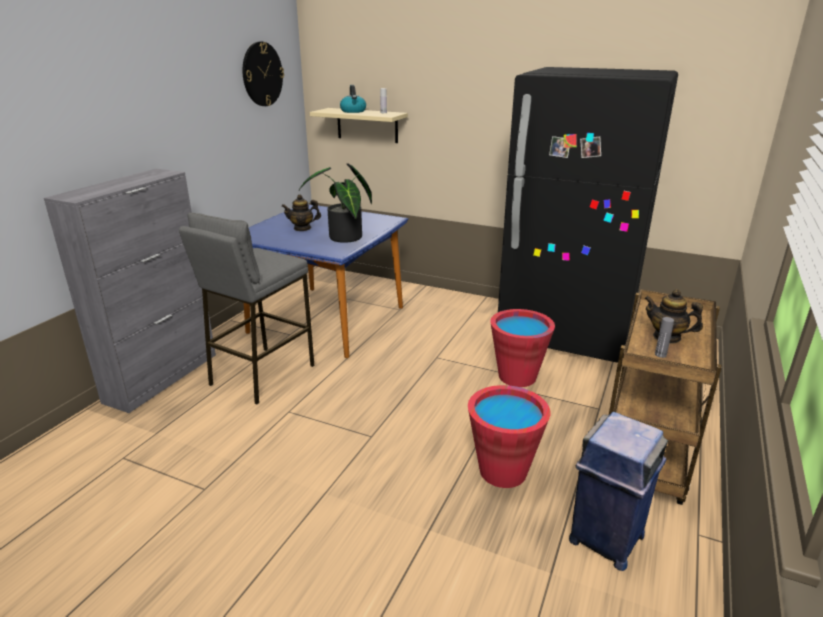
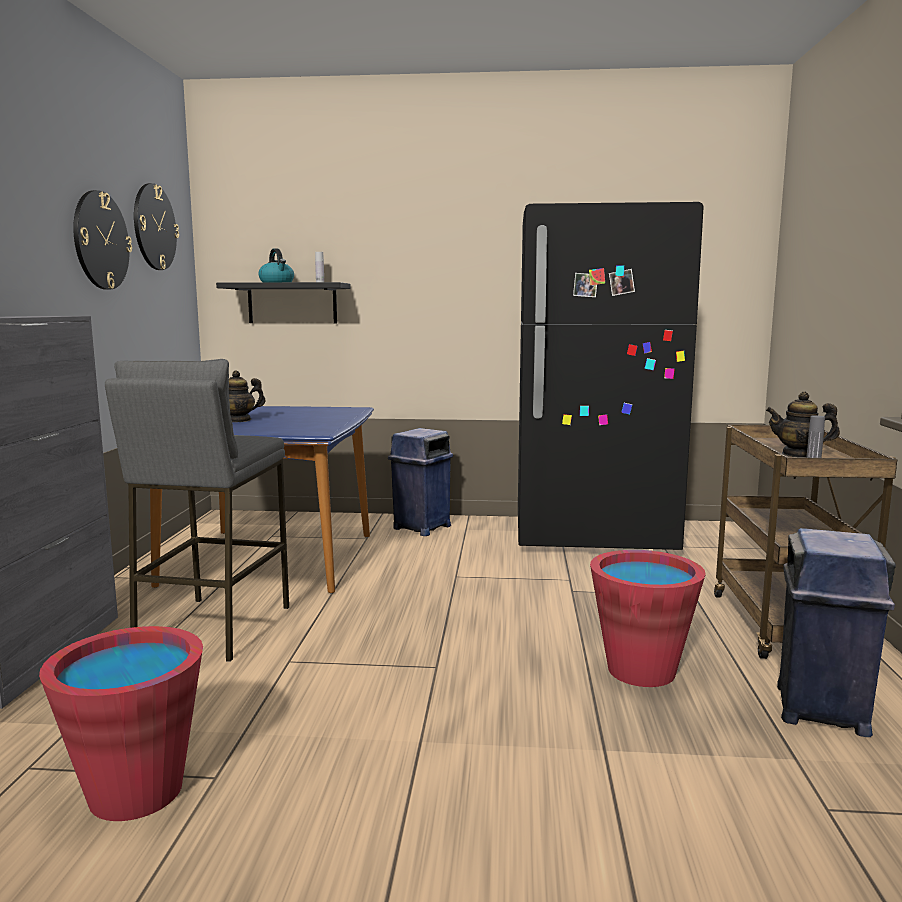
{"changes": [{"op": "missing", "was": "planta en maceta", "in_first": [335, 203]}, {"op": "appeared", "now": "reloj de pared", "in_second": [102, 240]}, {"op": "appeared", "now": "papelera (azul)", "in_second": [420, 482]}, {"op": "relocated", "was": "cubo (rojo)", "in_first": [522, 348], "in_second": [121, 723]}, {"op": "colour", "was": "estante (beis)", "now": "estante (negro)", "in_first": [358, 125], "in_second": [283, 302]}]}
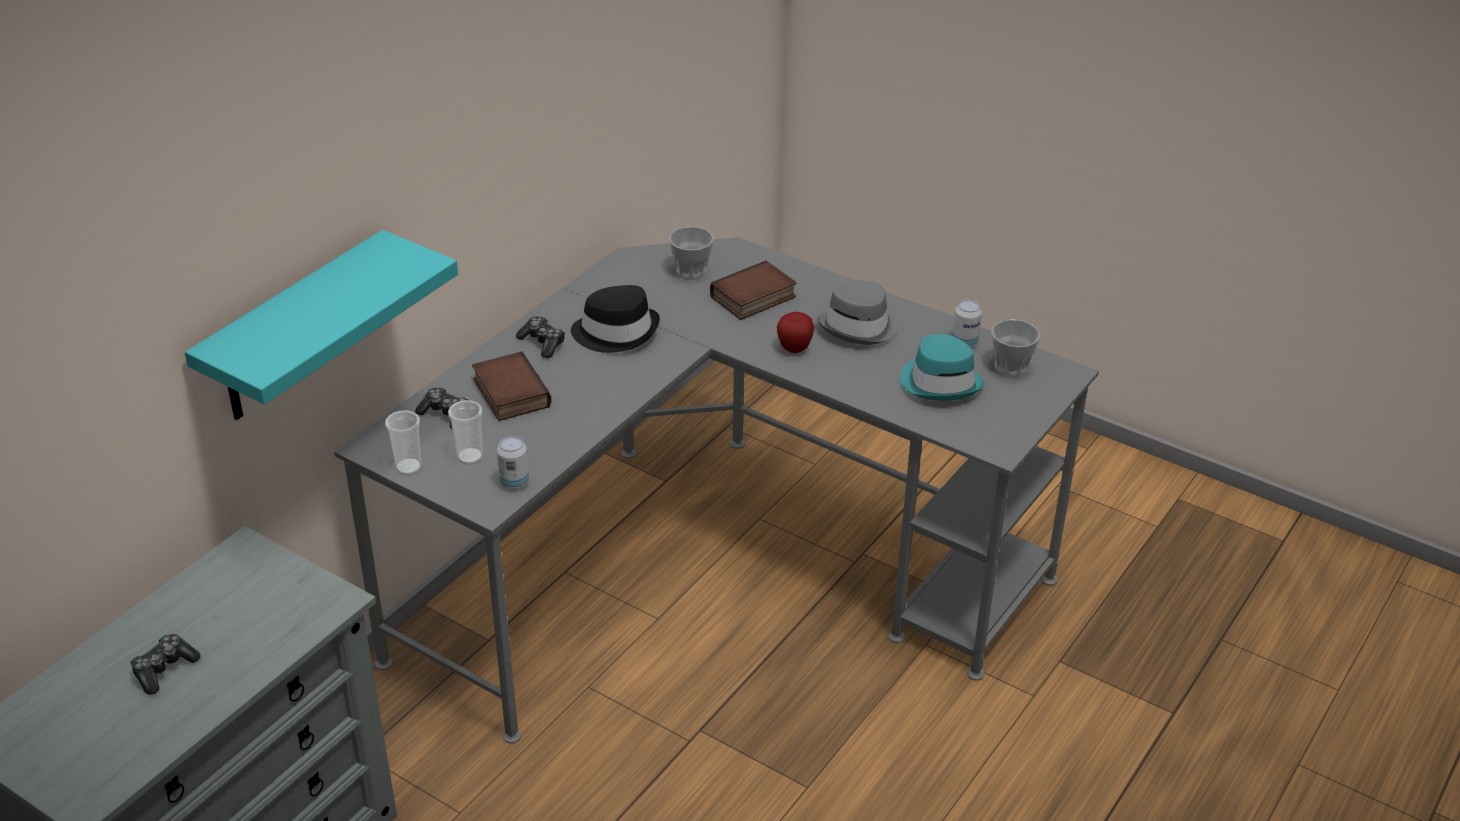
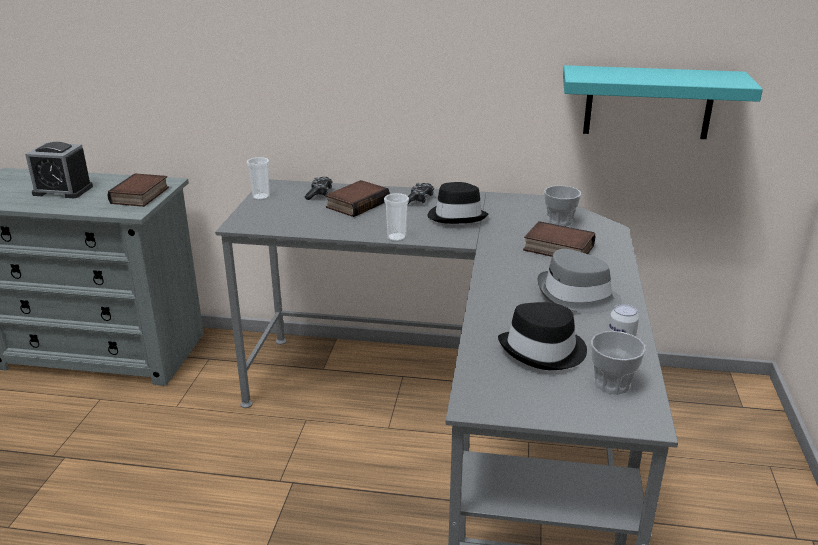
{"changes": [{"op": "missing", "was": "lata", "in_first": [513, 462]}, {"op": "missing", "was": "manzana", "in_first": [795, 332]}, {"op": "appeared", "now": "libro", "in_second": [138, 190]}, {"op": "relocated", "was": "estante (turquesa)", "in_first": [321, 325], "in_second": [663, 102]}, {"op": "relocated", "was": "taza", "in_first": [465, 432], "in_second": [396, 217]}, {"op": "exchanged", "was": "mando de consola", "now": "despertador", "in_first": [165, 664], "in_second": [59, 170]}, {"op": "colour", "was": "sombrero (turquesa)", "now": "sombrero (negro)", "in_first": [942, 367], "in_second": [542, 336]}]}
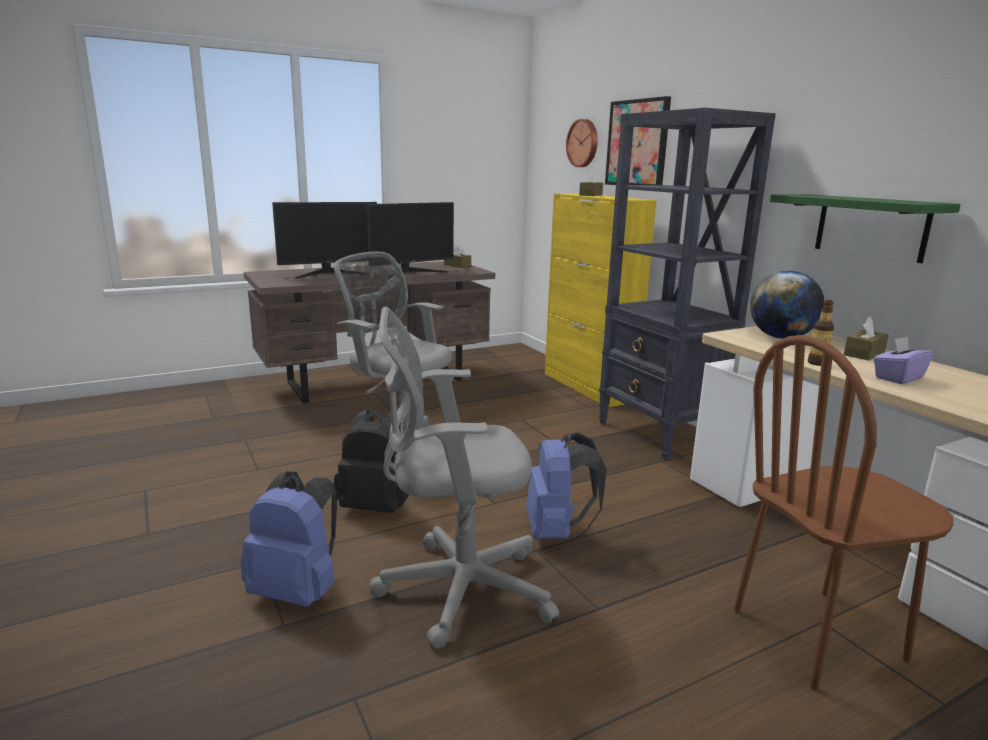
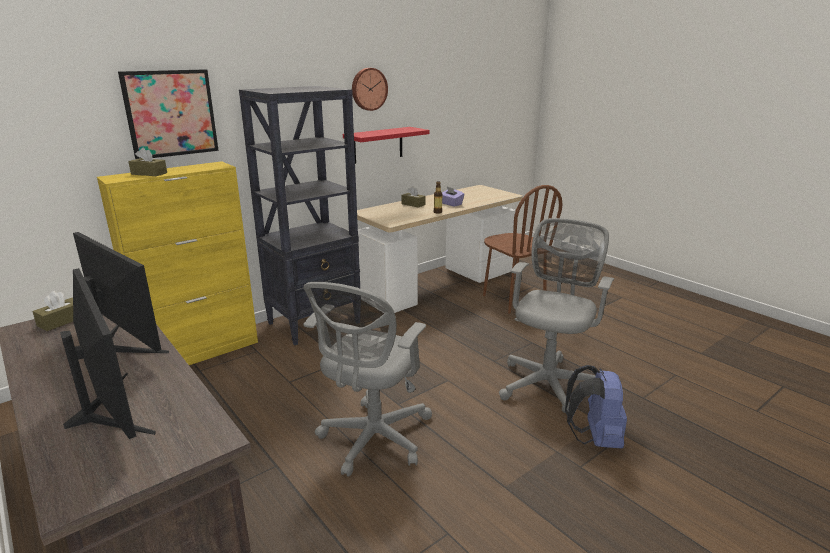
{"changes": [{"op": "missing", "was": "mochila (negro)", "in_first": [371, 461]}, {"op": "missing", "was": "mochila (azul)", "in_first": [566, 485]}, {"op": "missing", "was": "globo terráqueo", "in_first": [787, 305]}, {"op": "relocated", "was": "reloj de pared", "in_first": [582, 143], "in_second": [370, 89]}, {"op": "colour", "was": "estante (verde)", "now": "estante (rojo)", "in_first": [865, 228], "in_second": [386, 145]}, {"op": "spun", "was": "silla de oficina (gris)", "in_first": [464, 477], "in_second": [556, 315], "clockwise": -135}]}
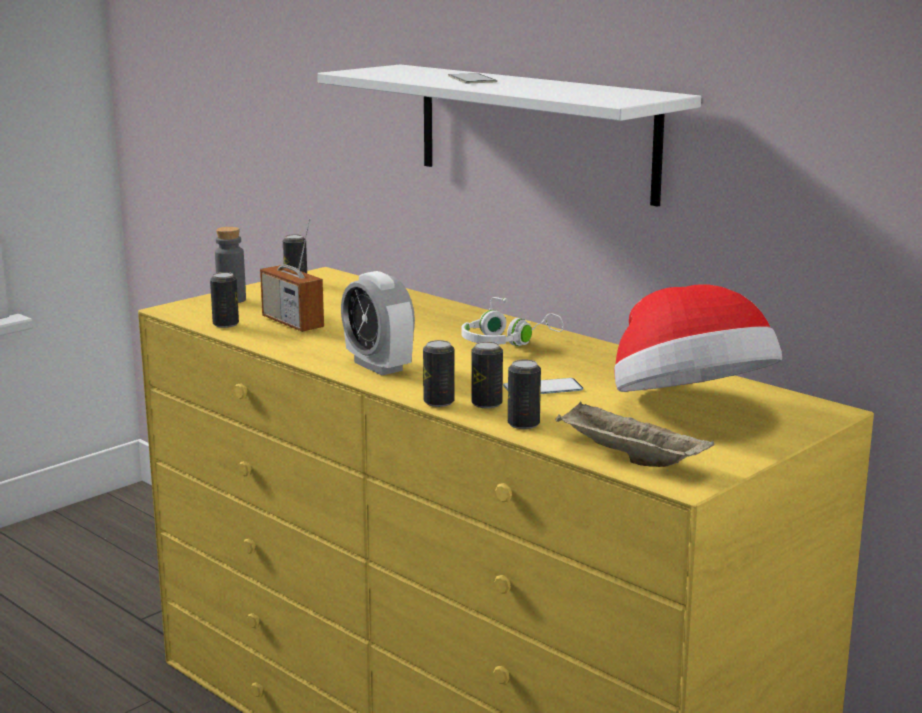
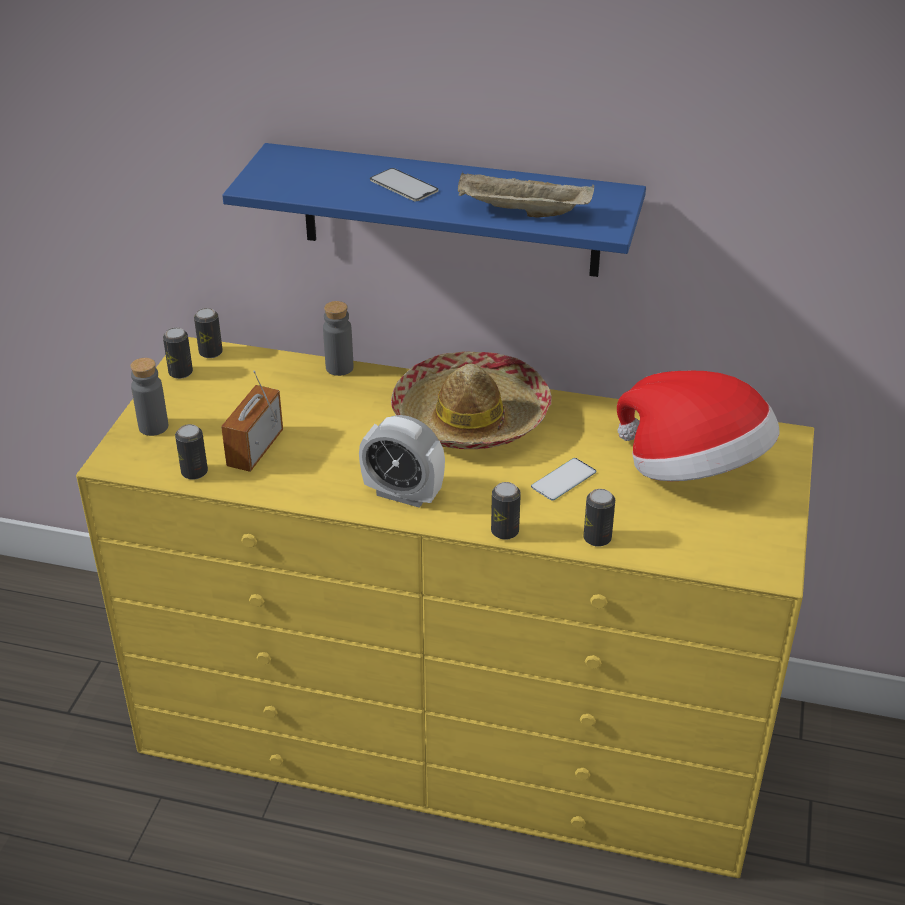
{"changes": [{"op": "appeared", "now": "botella (gris)", "in_second": [338, 338]}, {"op": "relocated", "was": "lata", "in_first": [487, 375], "in_second": [208, 333]}, {"op": "relocated", "was": "bandeja (beis)", "in_first": [634, 434], "in_second": [526, 194]}, {"op": "exchanged", "was": "auriculares (blanco)", "now": "sombrero", "in_first": [512, 321], "in_second": [471, 400]}, {"op": "colour", "was": "estante (blanco)", "now": "estante (azul)", "in_first": [509, 135], "in_second": [434, 210]}, {"op": "spun", "was": "radio", "in_first": [292, 275], "in_second": [252, 421], "clockwise": 90}]}
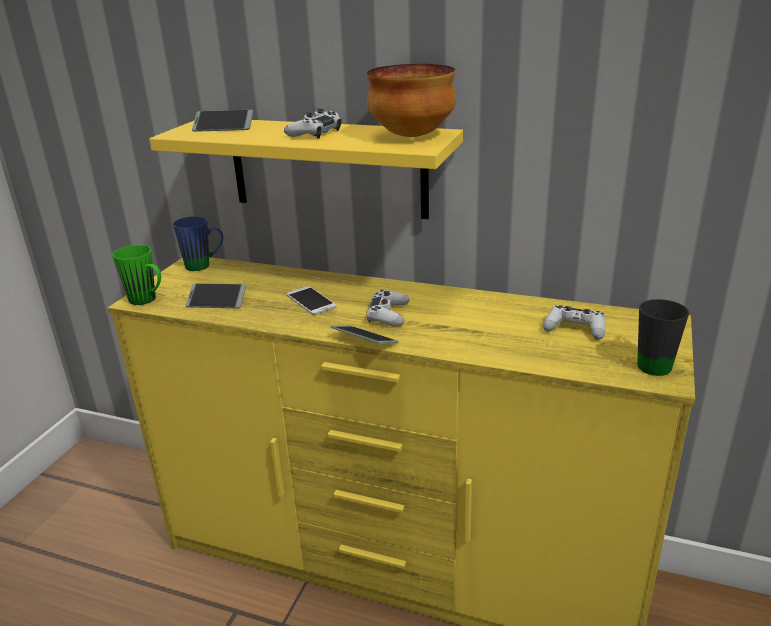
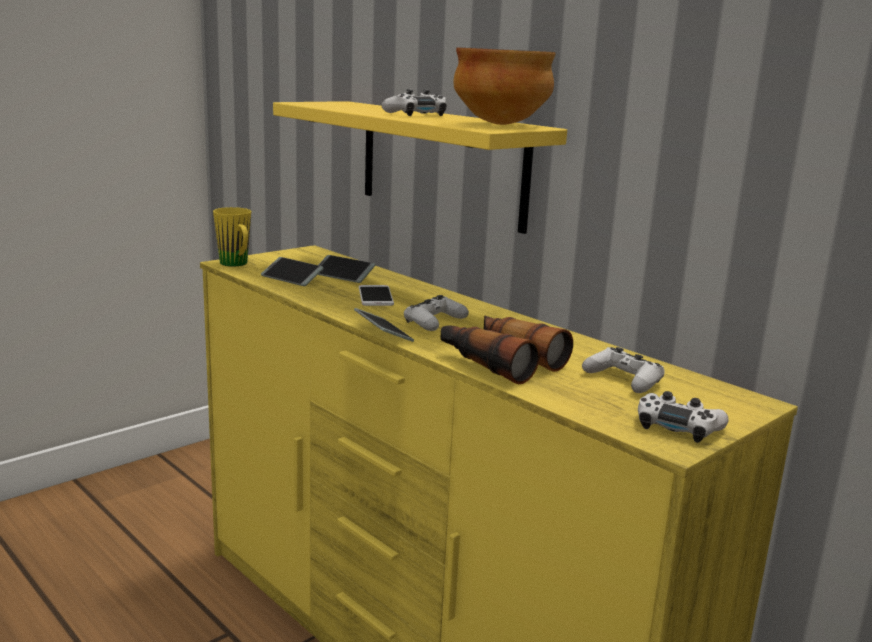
{"changes": [{"op": "missing", "was": "taza grande (azul)", "in_first": [198, 243]}, {"op": "appeared", "now": "prismáticos", "in_second": [506, 350]}, {"op": "relocated", "was": "móvil", "in_first": [222, 121], "in_second": [346, 269]}, {"op": "exchanged", "was": "taza grande (negro)", "now": "mando de consola (blanco)", "in_first": [663, 337], "in_second": [683, 417]}, {"op": "colour", "was": "taza grande (verde)", "now": "taza grande (amarillo)", "in_first": [137, 275], "in_second": [232, 237]}]}
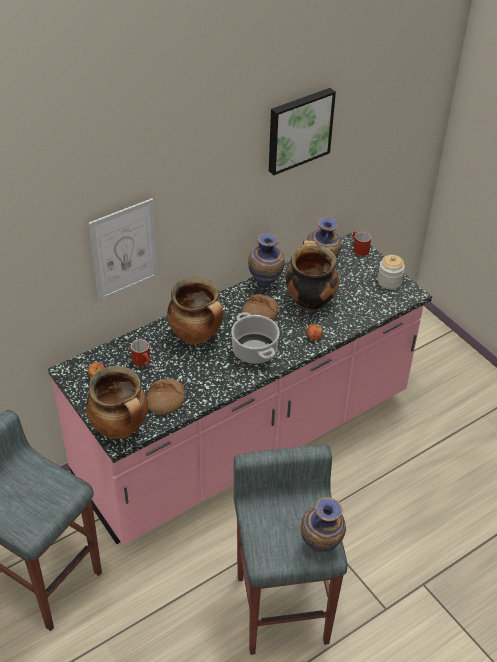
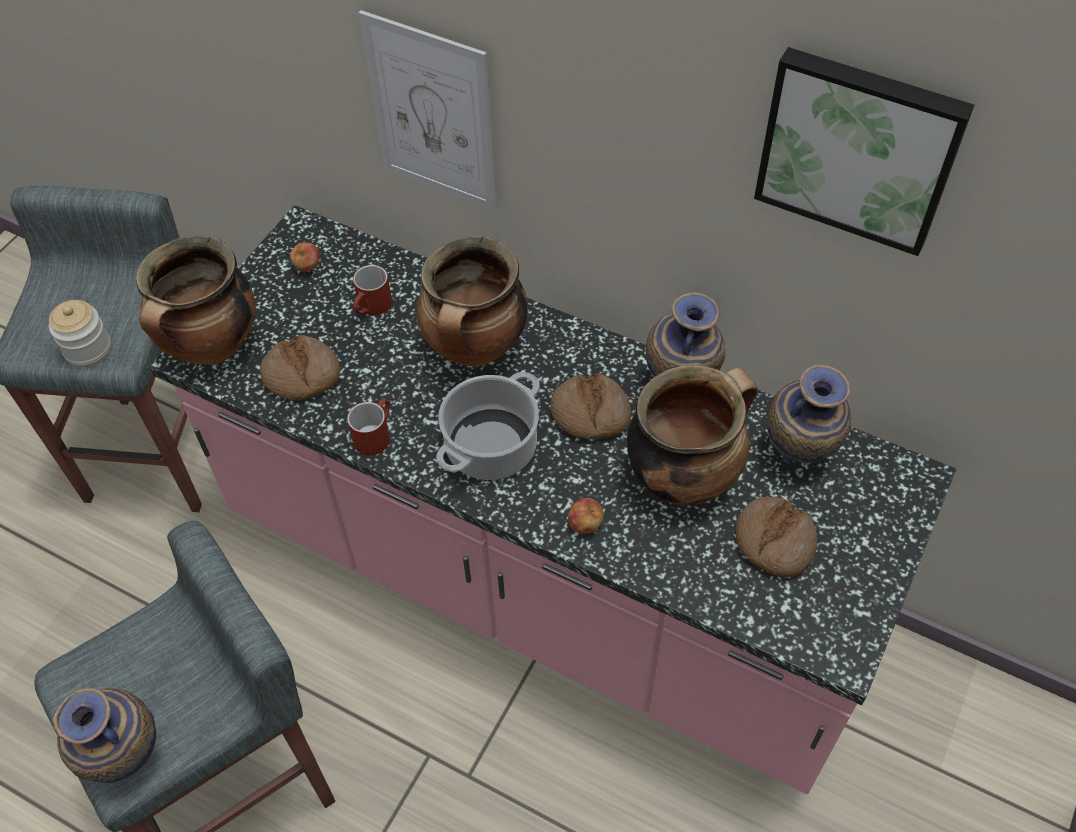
{"changes": [{"op": "appeared", "now": "pan", "in_second": [776, 537]}, {"op": "relocated", "was": "taza grande (rojo)", "in_first": [362, 244], "in_second": [368, 427]}, {"op": "relocated", "was": "tarro", "in_first": [391, 272], "in_second": [80, 333]}]}
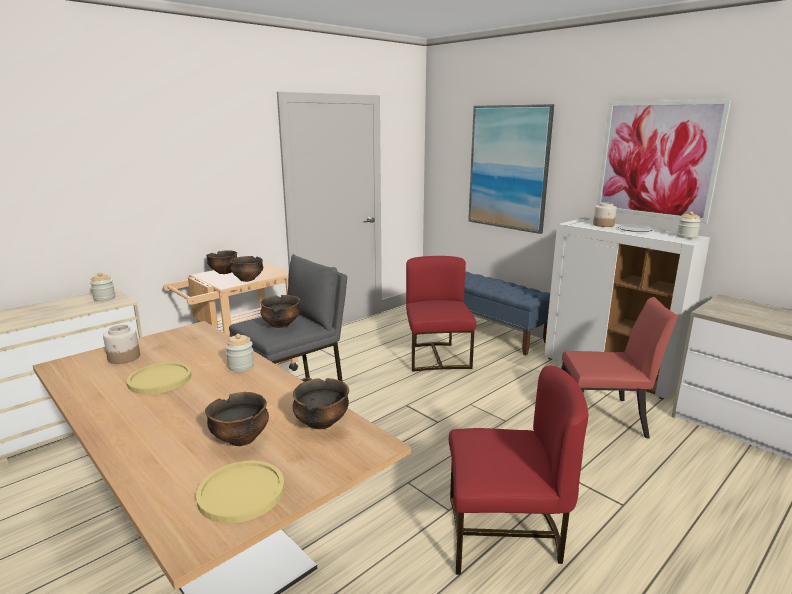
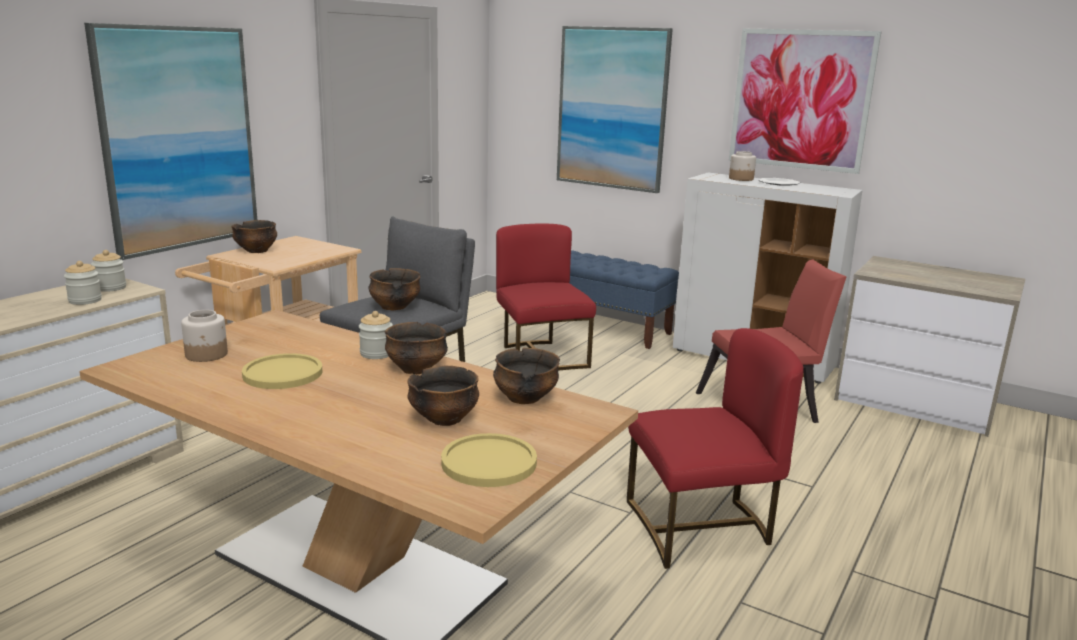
{"changes": [{"op": "appeared", "now": "cuadro", "in_second": [170, 141]}, {"op": "relocated", "was": "cuenco", "in_first": [246, 269], "in_second": [416, 348]}, {"op": "relocated", "was": "tarro", "in_first": [689, 225], "in_second": [83, 283]}]}
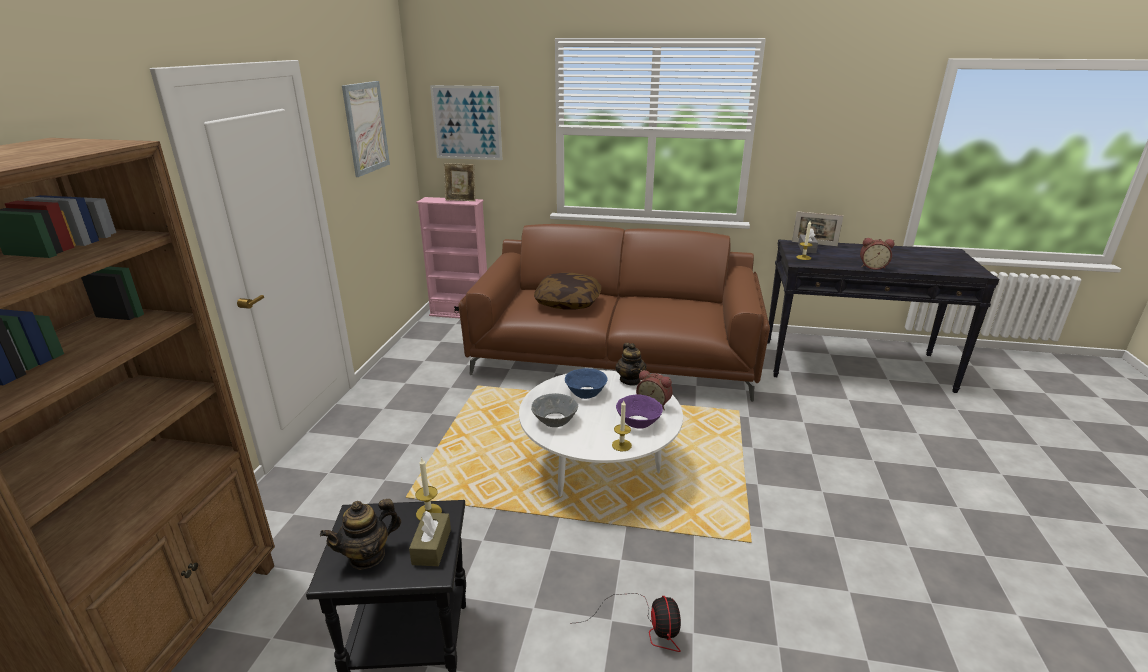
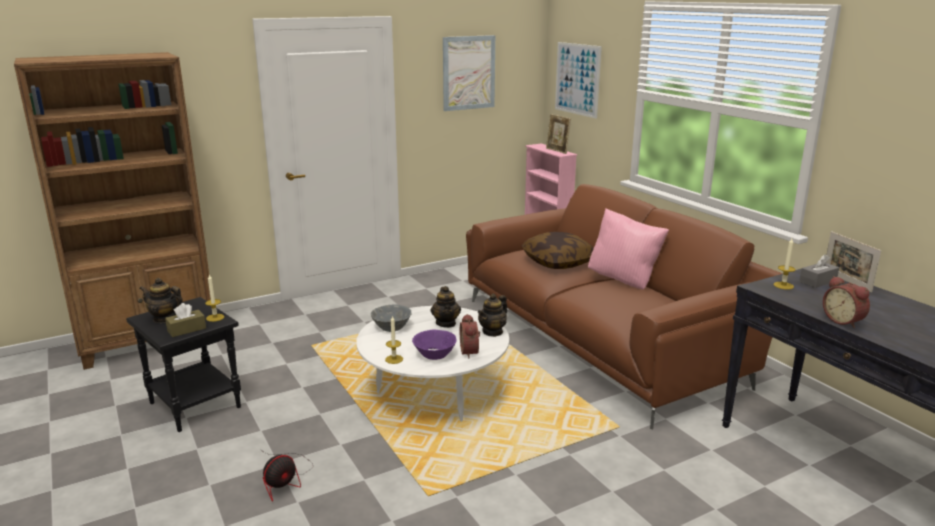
{"changes": [{"op": "appeared", "now": "cojín (rosa)", "in_second": [628, 249]}, {"op": "exchanged", "was": "cuenco (azul)", "now": "tetera", "in_first": [586, 383], "in_second": [445, 307]}]}
